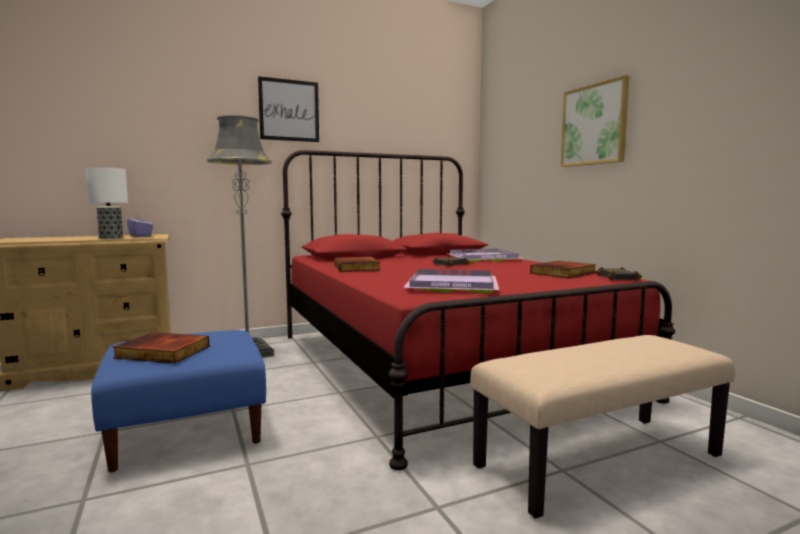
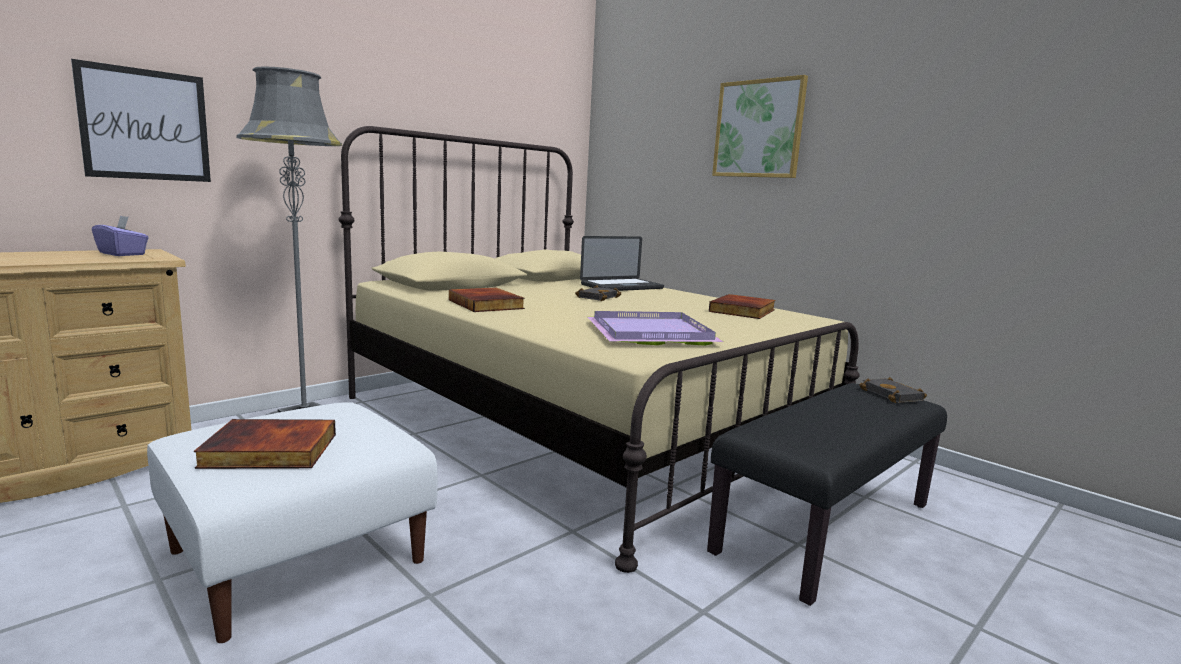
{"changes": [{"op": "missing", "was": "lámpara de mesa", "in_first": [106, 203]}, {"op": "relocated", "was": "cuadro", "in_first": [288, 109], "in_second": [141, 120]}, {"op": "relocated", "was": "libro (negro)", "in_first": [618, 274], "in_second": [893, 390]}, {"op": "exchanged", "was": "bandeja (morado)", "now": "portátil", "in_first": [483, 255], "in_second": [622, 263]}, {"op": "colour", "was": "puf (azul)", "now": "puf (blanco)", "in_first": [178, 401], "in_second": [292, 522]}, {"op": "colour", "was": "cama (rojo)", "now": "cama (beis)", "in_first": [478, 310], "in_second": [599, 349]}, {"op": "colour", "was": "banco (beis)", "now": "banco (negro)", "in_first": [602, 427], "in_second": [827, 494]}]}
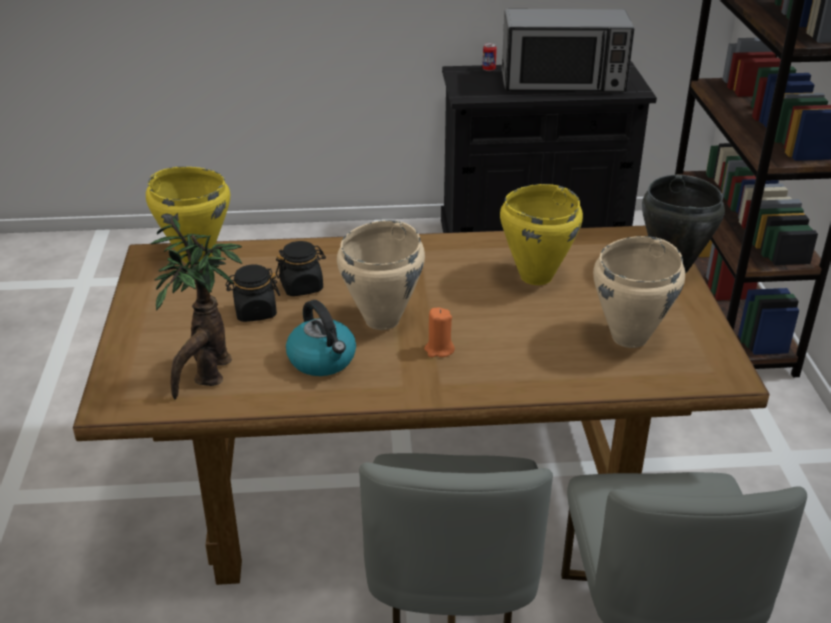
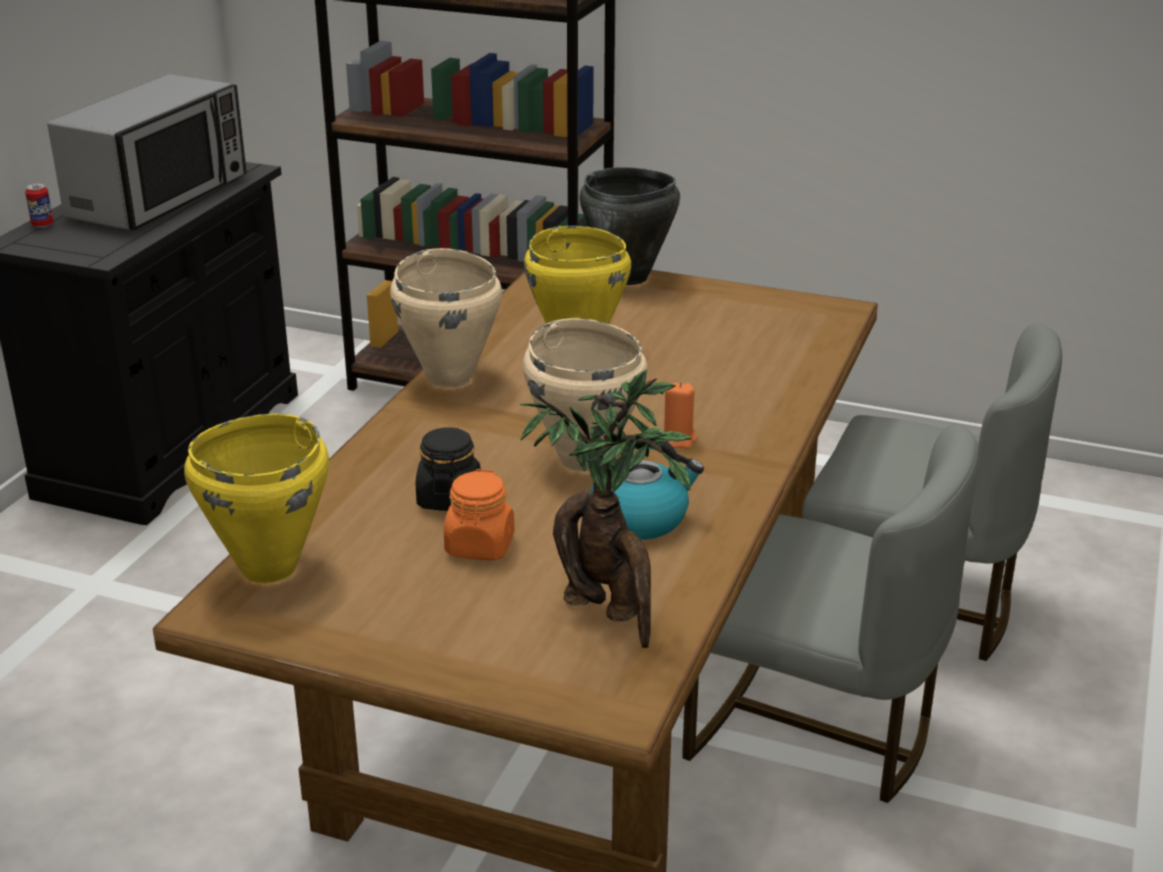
{"changes": [{"op": "relocated", "was": "olla (beis)", "in_first": [639, 292], "in_second": [446, 318]}, {"op": "colour", "was": "tarro (negro)", "now": "tarro (naranja)", "in_first": [253, 293], "in_second": [479, 514]}]}
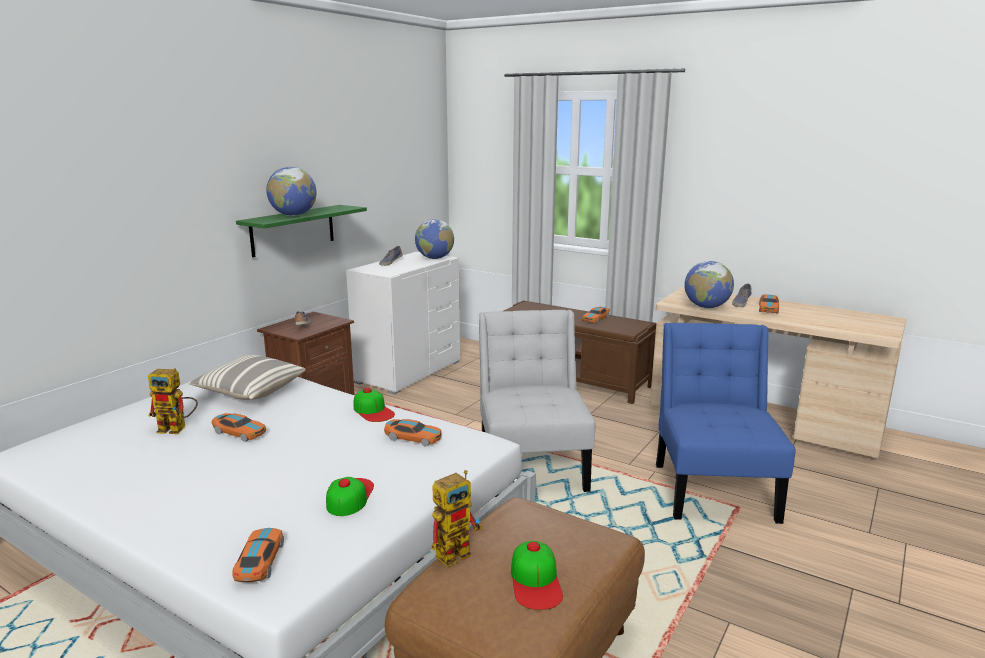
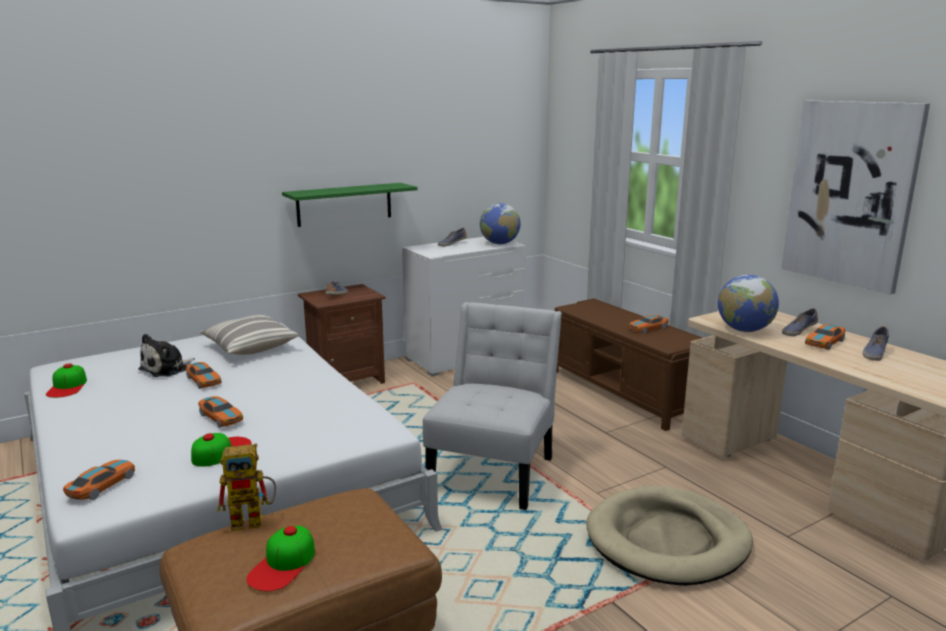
{"changes": [{"op": "missing", "was": "globo terráqueo", "in_first": [291, 191]}, {"op": "appeared", "now": "cuadro", "in_second": [855, 198]}, {"op": "appeared", "now": "zapato", "in_second": [876, 343]}, {"op": "relocated", "was": "gorra", "in_first": [374, 405], "in_second": [66, 381]}, {"op": "relocated", "was": "coche de juguete", "in_first": [413, 433], "in_second": [220, 412]}, {"op": "exchanged", "was": "robot de juguete", "now": "peluche", "in_first": [173, 401], "in_second": [166, 355]}, {"op": "exchanged", "was": "silla (azul)", "now": "cama para perro (beis)", "in_first": [725, 423], "in_second": [669, 536]}]}
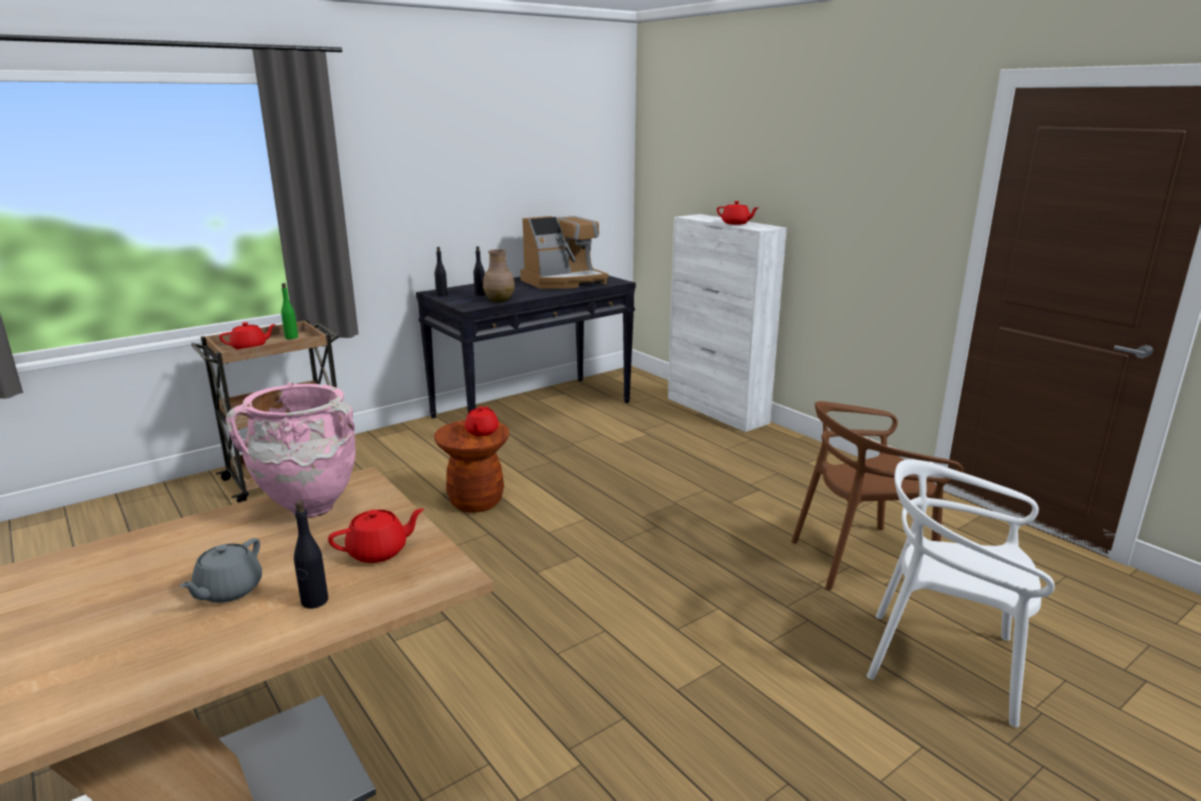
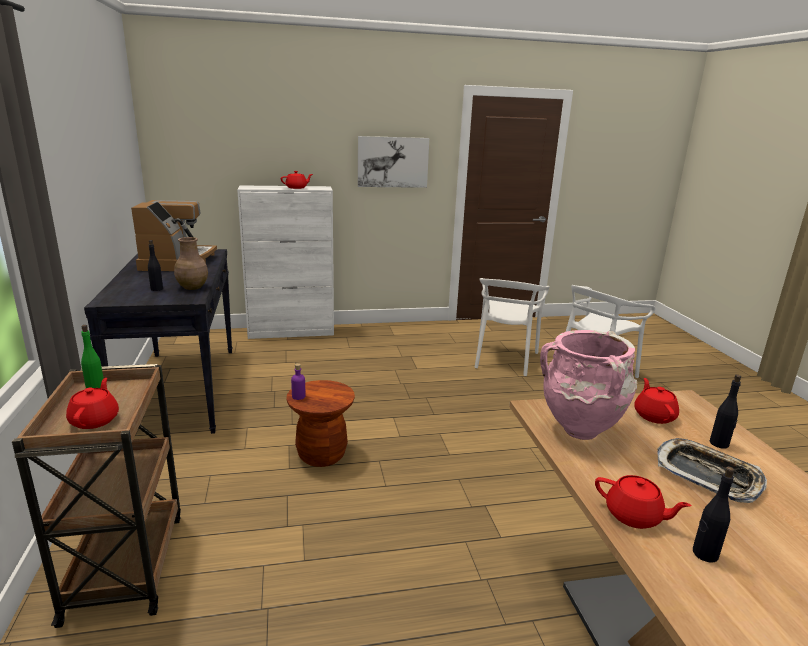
{"changes": [{"op": "appeared", "now": "botella (morado)", "in_second": [298, 381]}, {"op": "appeared", "now": "cuadro", "in_second": [393, 162]}, {"op": "relocated", "was": "botella (negro)", "in_first": [441, 271], "in_second": [713, 515]}, {"op": "relocated", "was": "tetera (rojo)", "in_first": [482, 421], "in_second": [643, 502]}, {"op": "exchanged", "was": "tetera (gris)", "now": "bandeja", "in_first": [220, 570], "in_second": [712, 470]}, {"op": "colour", "was": "silla (marrón)", "now": "silla (blanco)", "in_first": [877, 495], "in_second": [512, 327]}]}
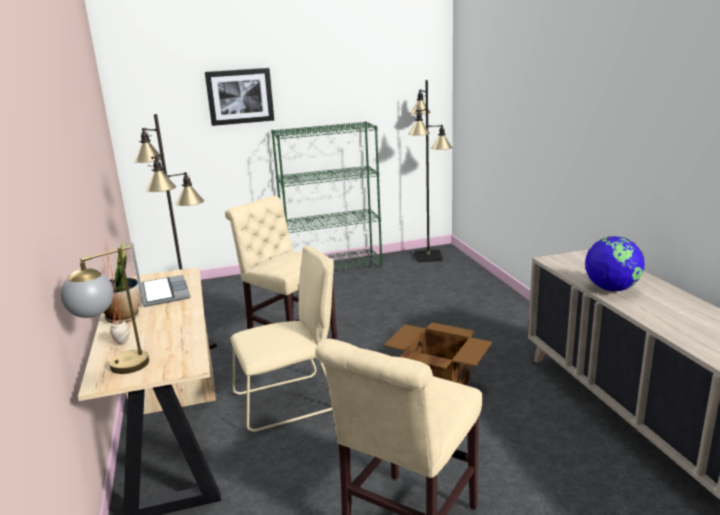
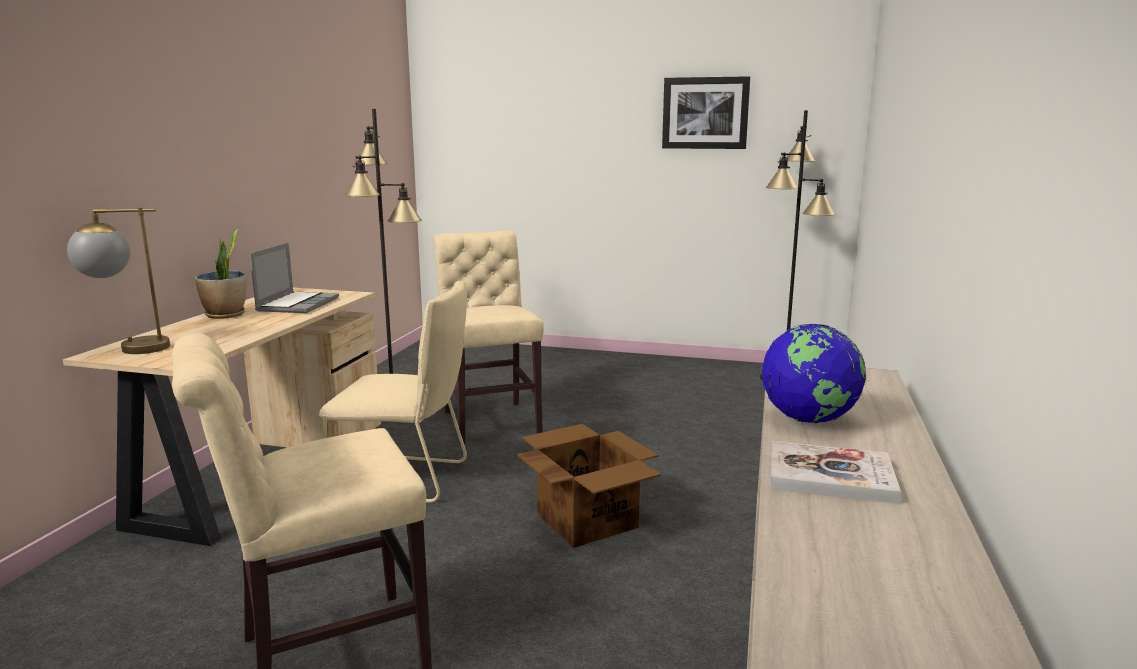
{"changes": [{"op": "missing", "was": "planta en maceta", "in_first": [116, 292]}, {"op": "missing", "was": "estantería (verde)", "in_first": [327, 195]}, {"op": "appeared", "now": "libro", "in_second": [836, 472]}, {"op": "relocated", "was": "cuadro", "in_first": [239, 97], "in_second": [706, 112]}]}
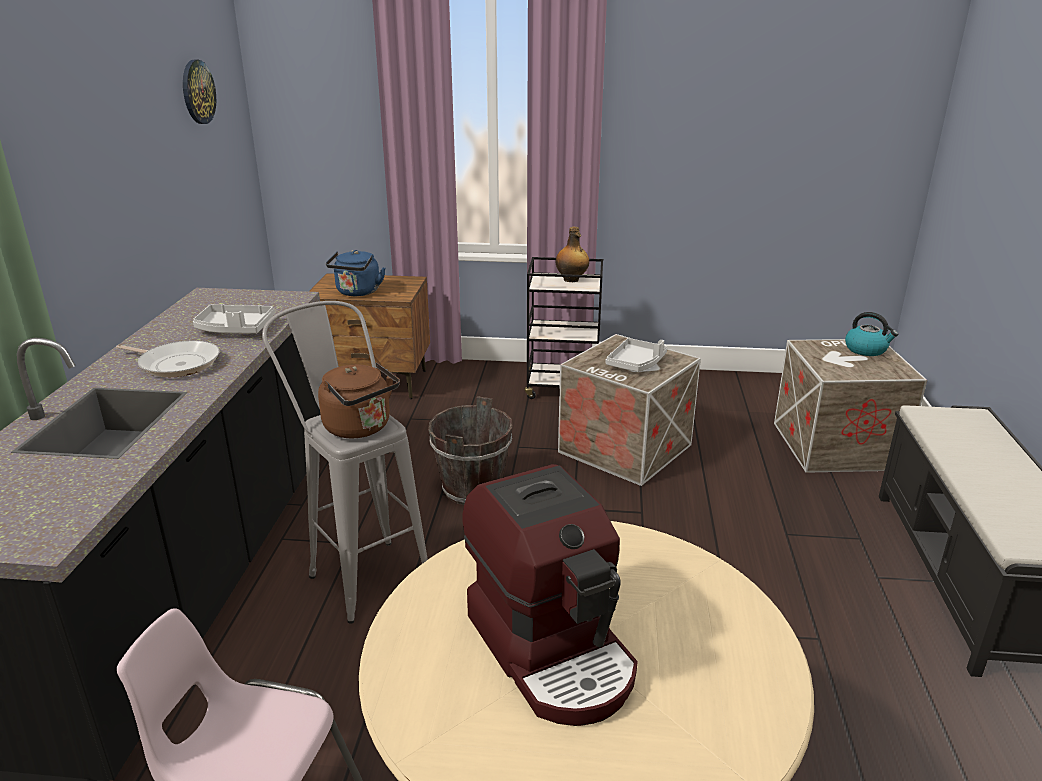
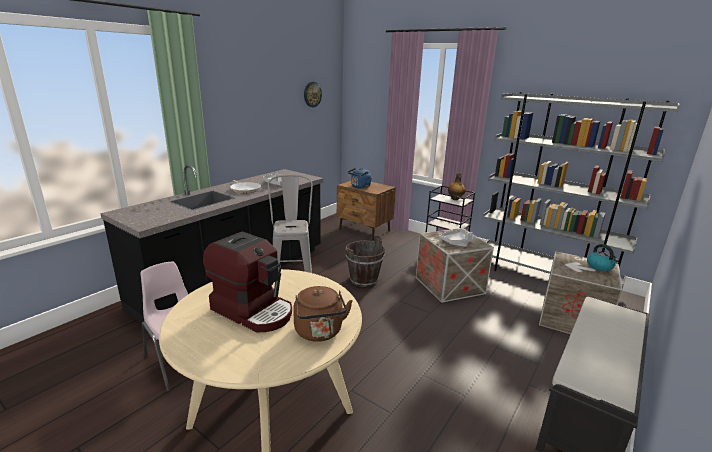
{"changes": [{"op": "appeared", "now": "estantería (gris)", "in_second": [581, 191]}, {"op": "relocated", "was": "hervidor (marrón)", "in_first": [359, 400], "in_second": [323, 314]}, {"op": "spun", "was": "cafetera", "in_first": [550, 595], "in_second": [247, 282], "clockwise": -60}]}
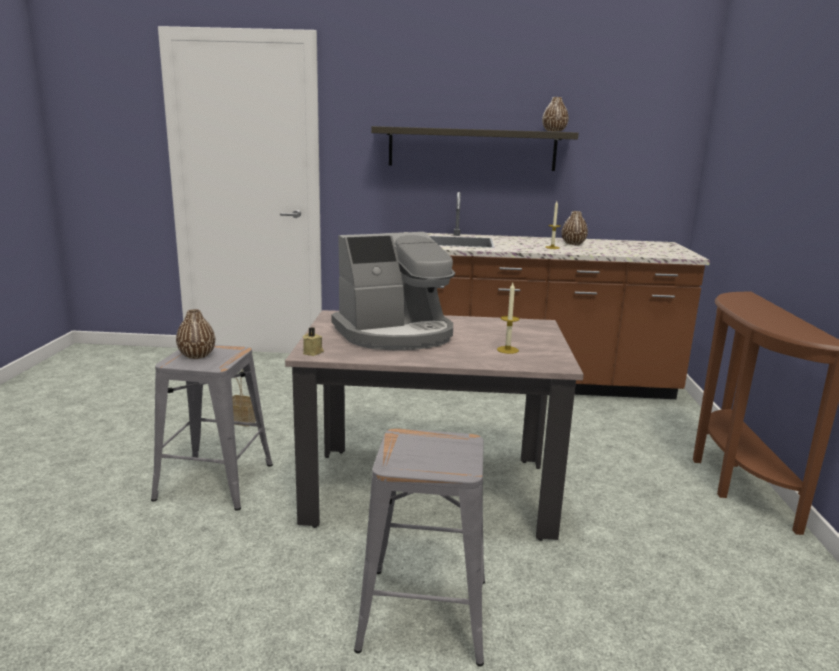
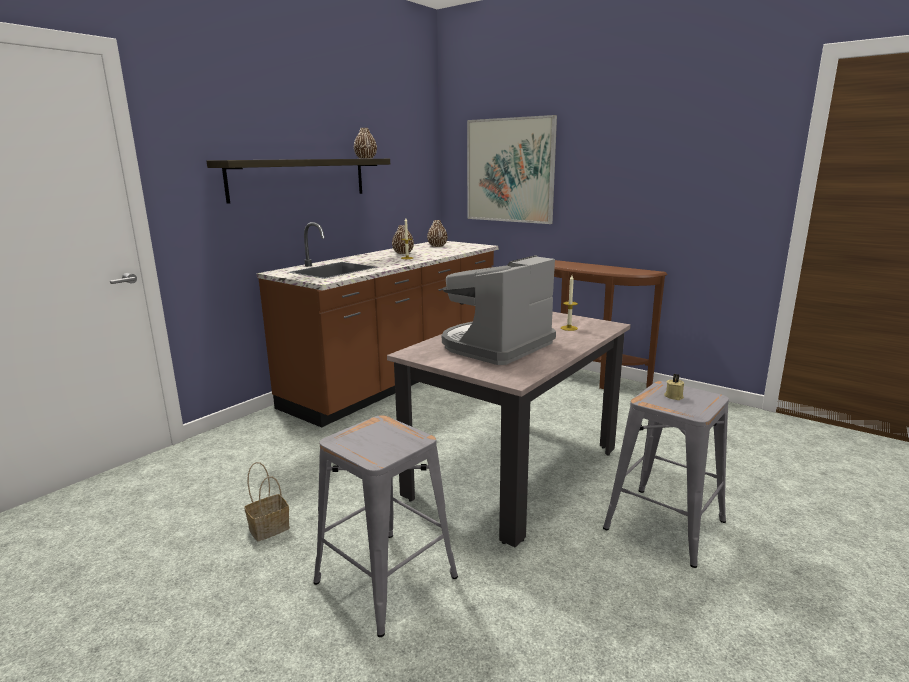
{"changes": [{"op": "appeared", "now": "cuadro", "in_second": [512, 169]}, {"op": "relocated", "was": "florero (marrón)", "in_first": [195, 334], "in_second": [437, 233]}, {"op": "relocated", "was": "vela (beis)", "in_first": [313, 341], "in_second": [674, 387]}, {"op": "spun", "was": "cafetera", "in_first": [393, 291], "in_second": [499, 310], "clockwise": -150}]}
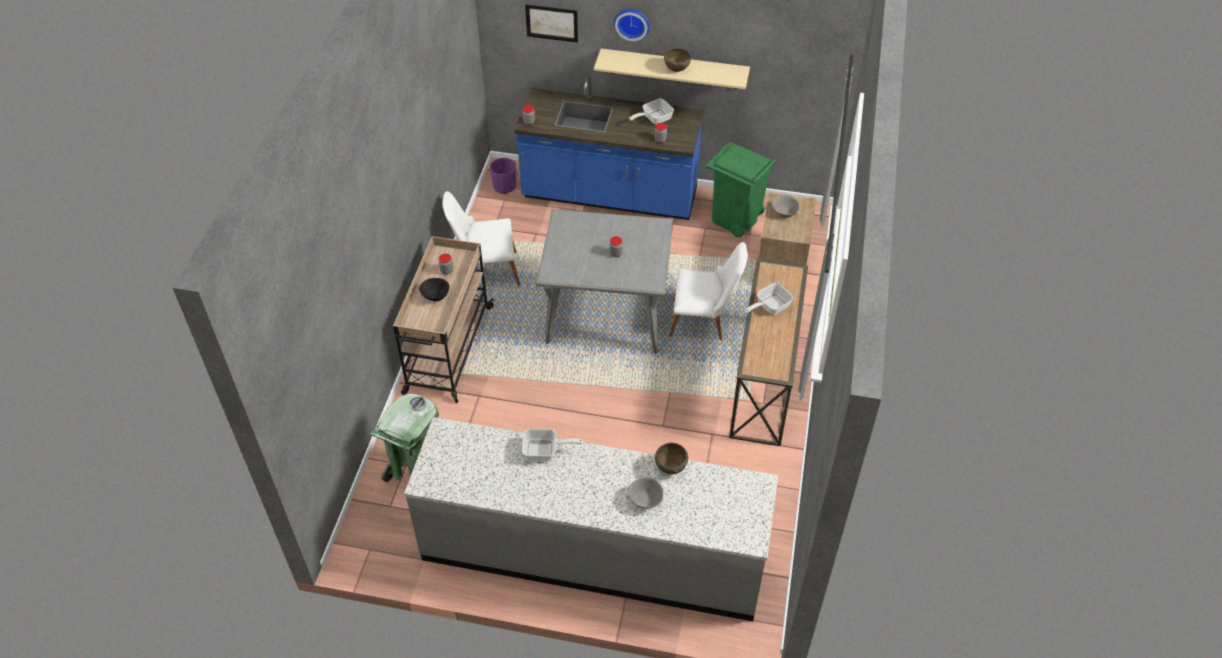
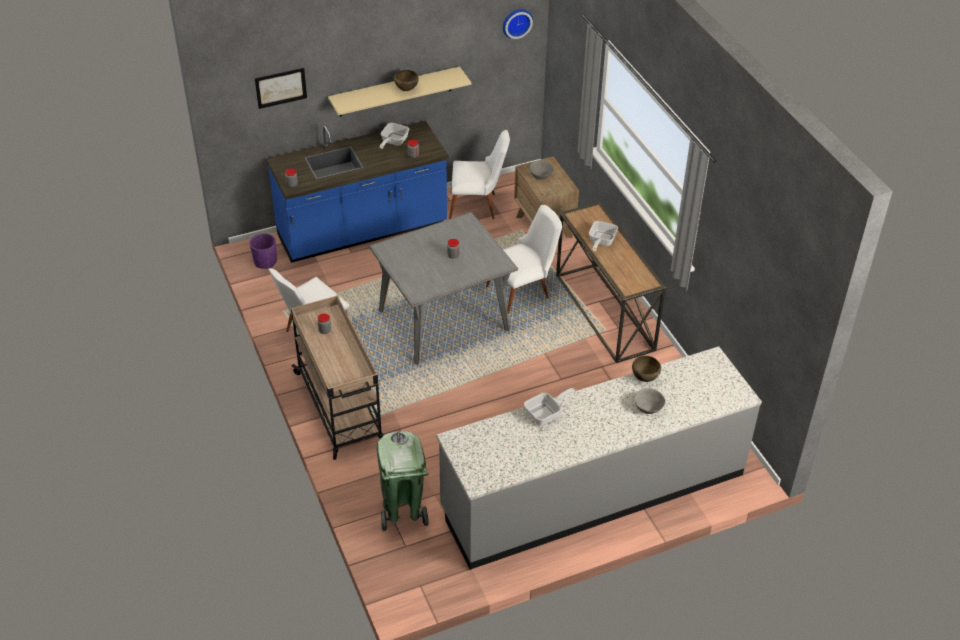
{"changes": [{"op": "missing", "was": "cuenco (negro)", "in_first": [434, 289]}, {"op": "relocated", "was": "reloj de pared", "in_first": [632, 25], "in_second": [518, 24]}, {"op": "exchanged", "was": "papelera (verde)", "now": "silla (blanco)", "in_first": [741, 189], "in_second": [479, 174]}]}
